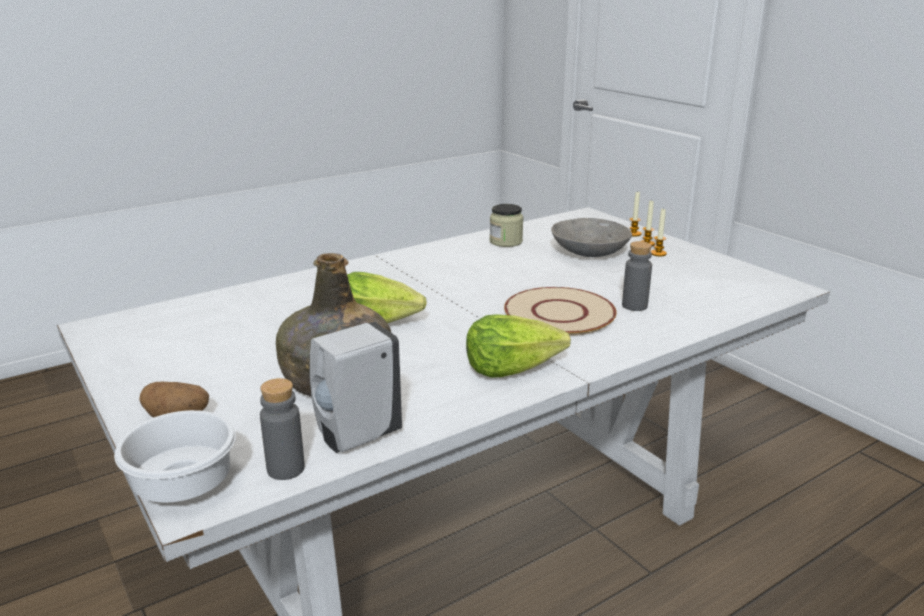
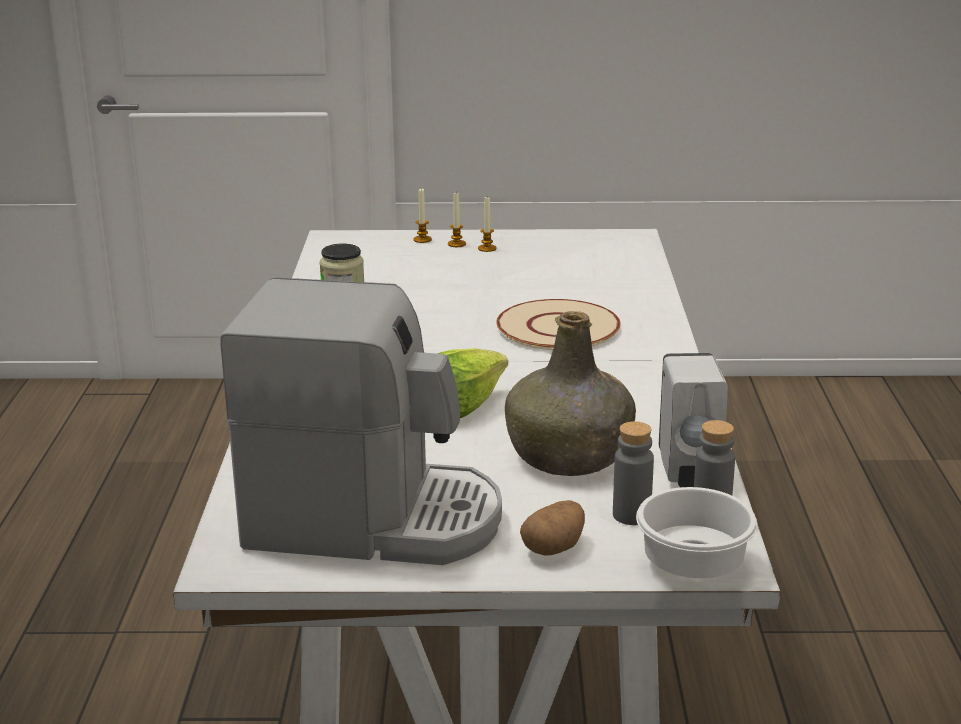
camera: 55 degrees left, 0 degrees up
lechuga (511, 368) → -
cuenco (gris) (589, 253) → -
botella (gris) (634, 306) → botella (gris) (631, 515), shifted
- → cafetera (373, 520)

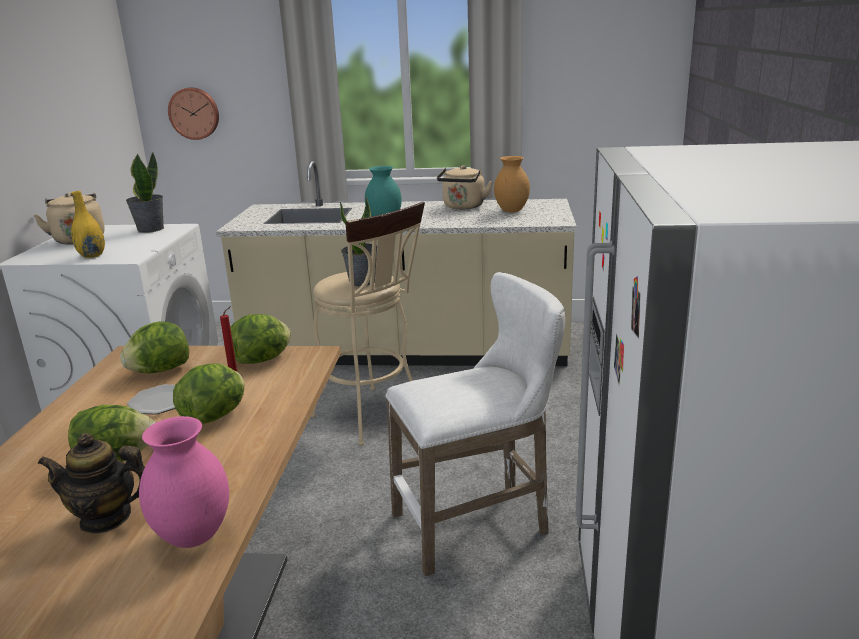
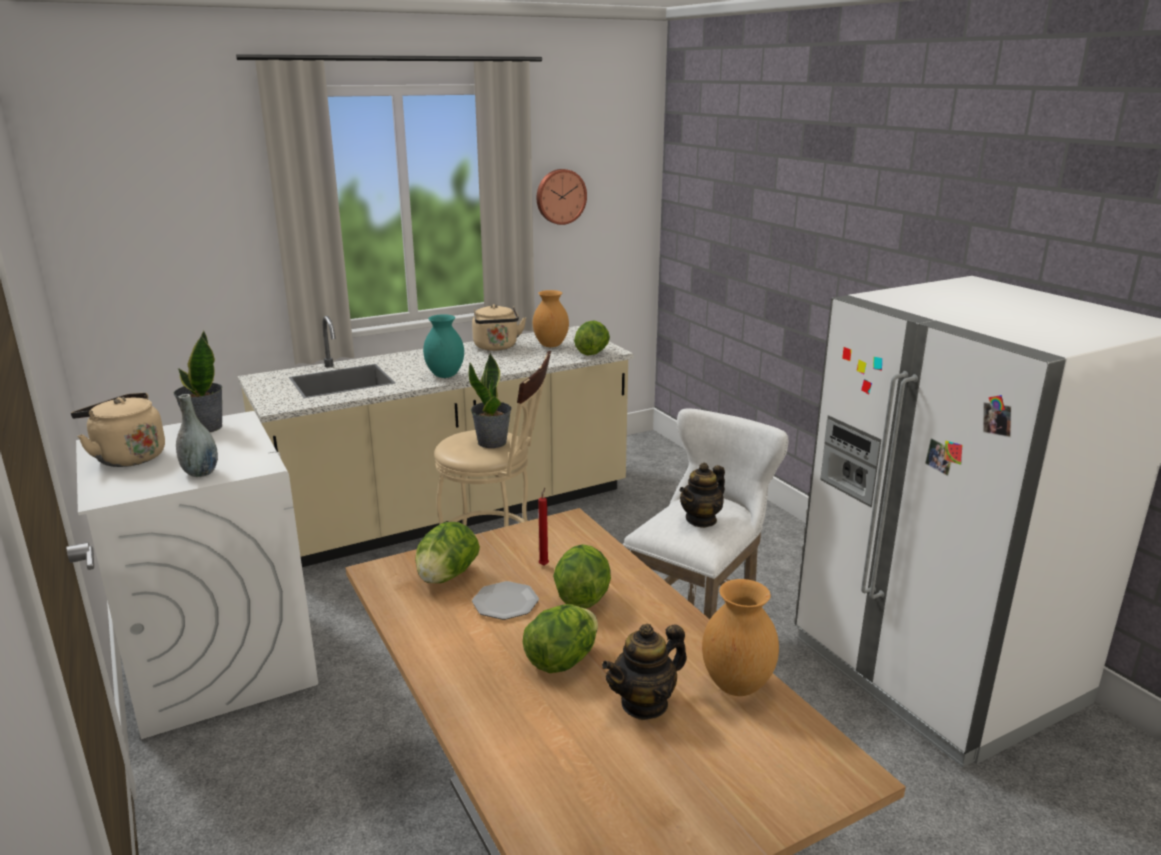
camera: 35 degrees left, 0 degrees up
florero (amarillo) (92, 255) → florero (gris) (200, 473)
florero (rosa) (195, 536) → florero (marrón) (737, 685)
reloj de pared (194, 113) → reloj de pared (560, 196), shifted
lechuga (262, 360) → lechuga (592, 353), shifted
- → tetera (701, 520)

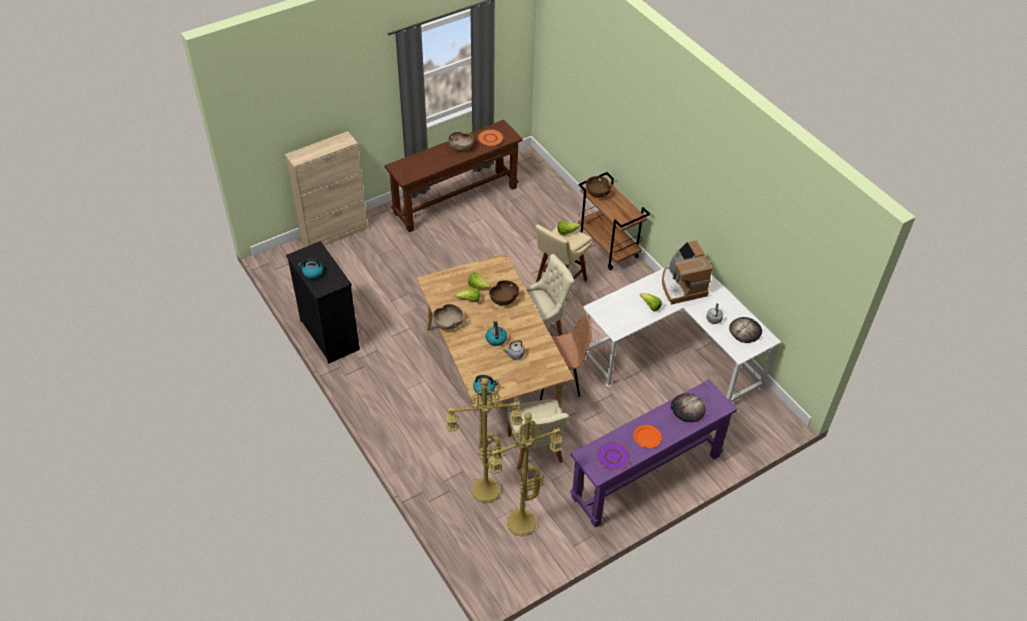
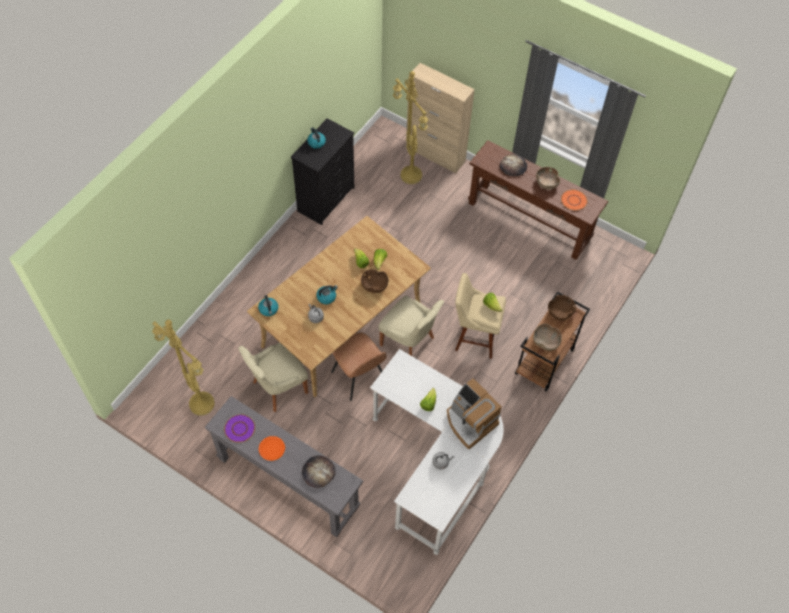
camera: 65 degrees right, 10 degrees up
cuenco (marrón) (448, 323) → cuenco (marrón) (546, 342), shifted
lámpara de pie (amarillo) (484, 492) → lámpara de pie (amarillo) (409, 175), shifted
mesa consola (morado) (646, 476) → mesa consola (gris) (288, 482)
cafetera (682, 286) → cafetera (470, 422), 90 degrees counterclockwise
pan (745, 331) → pan (513, 167), shifted

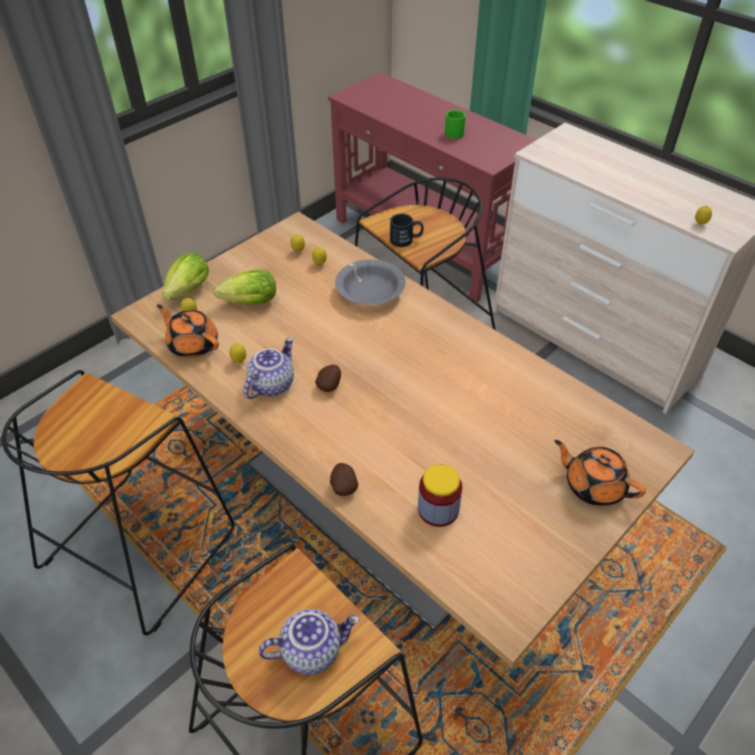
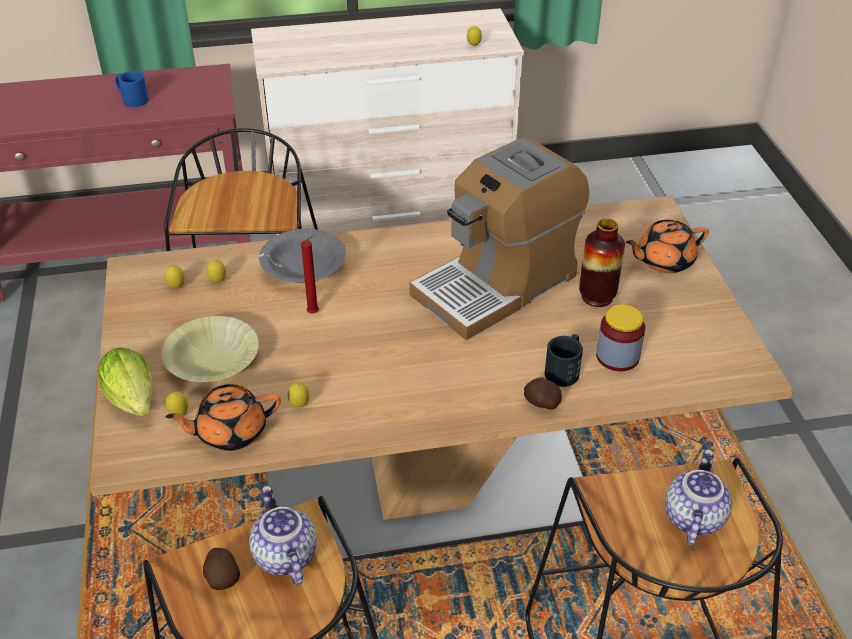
camera: 55 degrees left, 5 degrees down
lechuga (247, 303) → cuenco (amarillo) (213, 361)
tetera (271, 384) → tetera (283, 556), shifted
patata (330, 385) → patata (222, 577), shifted
taza grande (negro) (406, 240) → taza grande (negro) (564, 369), shifted
taza grande (verde) (453, 131) → taza grande (azul) (132, 99)
- → vela (rojo) (315, 313)
- → cafetera (497, 284)
- → florero (597, 297)

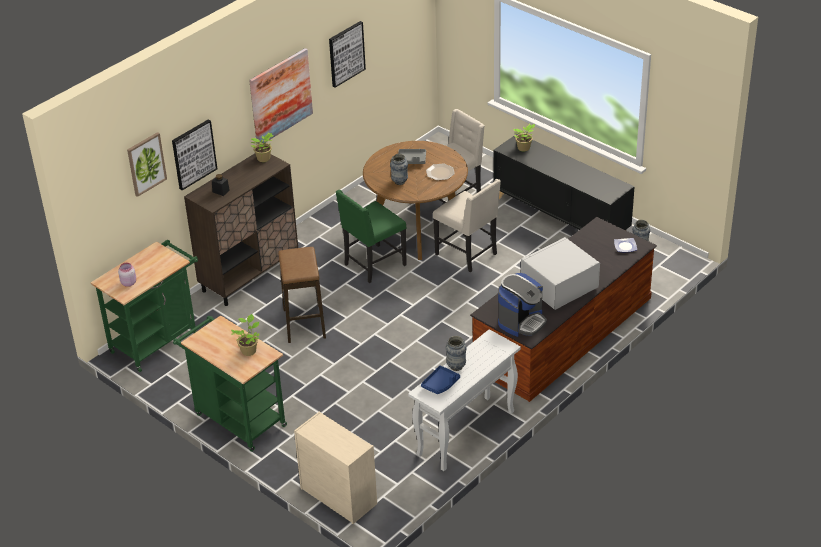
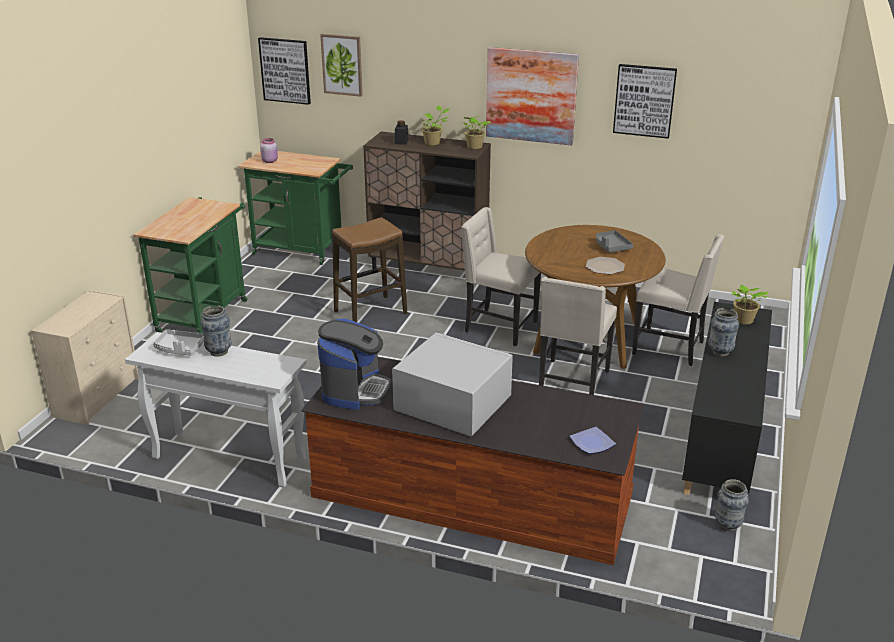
camera: 65 degrees right, 10 degrees down
cuadro (193, 154) → cuadro (285, 70), shifted
planta en maceta (249, 350) → planta en maceta (433, 143), shifted
silla (verde) (373, 265) → silla (beis) (499, 327)
florero (399, 182) → florero (720, 352), shifted
bandeja (azul) (440, 384) → bandeja (gris) (180, 348)
cafetera (521, 321) → cafetera (355, 390), 90 degrees counterclockwise

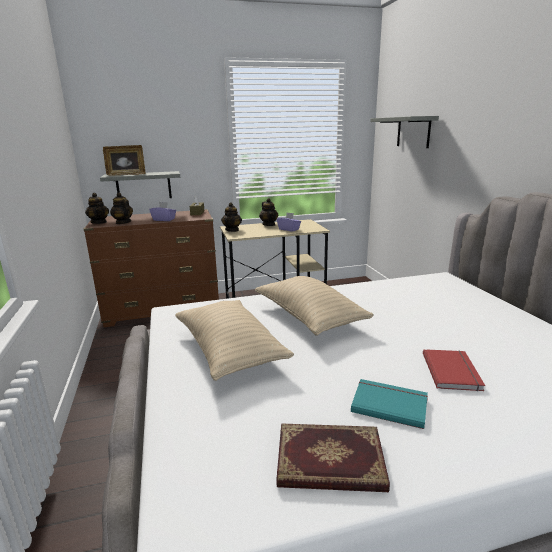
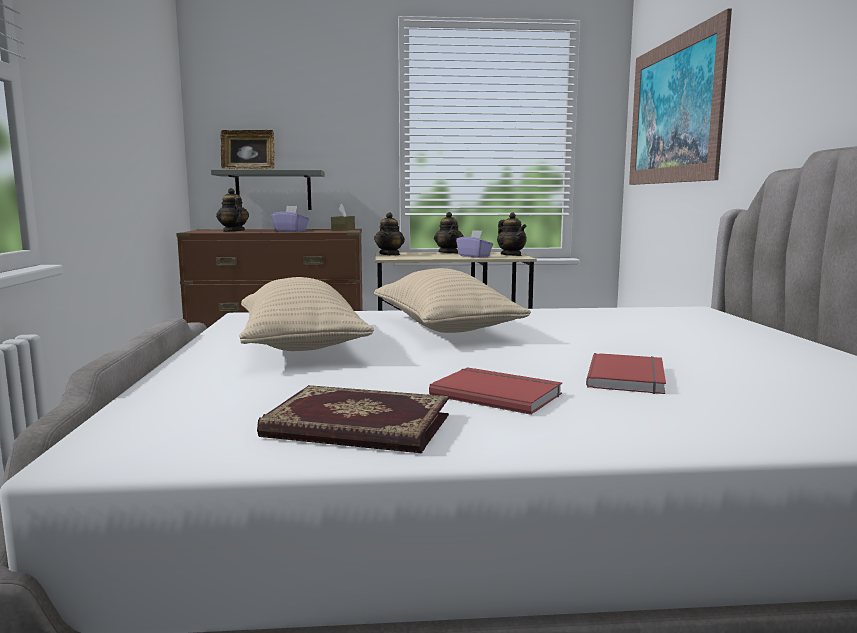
camera: 10 degrees right, 10 degrees down
tetera (99, 222) → tetera (511, 255), shifted
libro (turquesa) (389, 404) → libro (rojo) (497, 394)
estante (gris) (413, 132) → cuadro (673, 111)

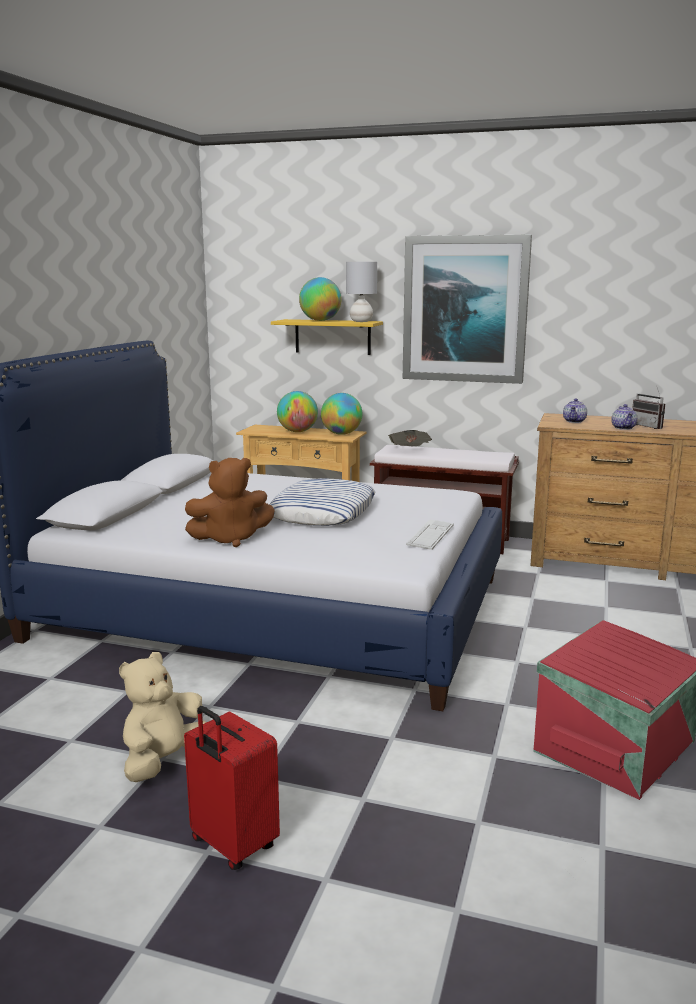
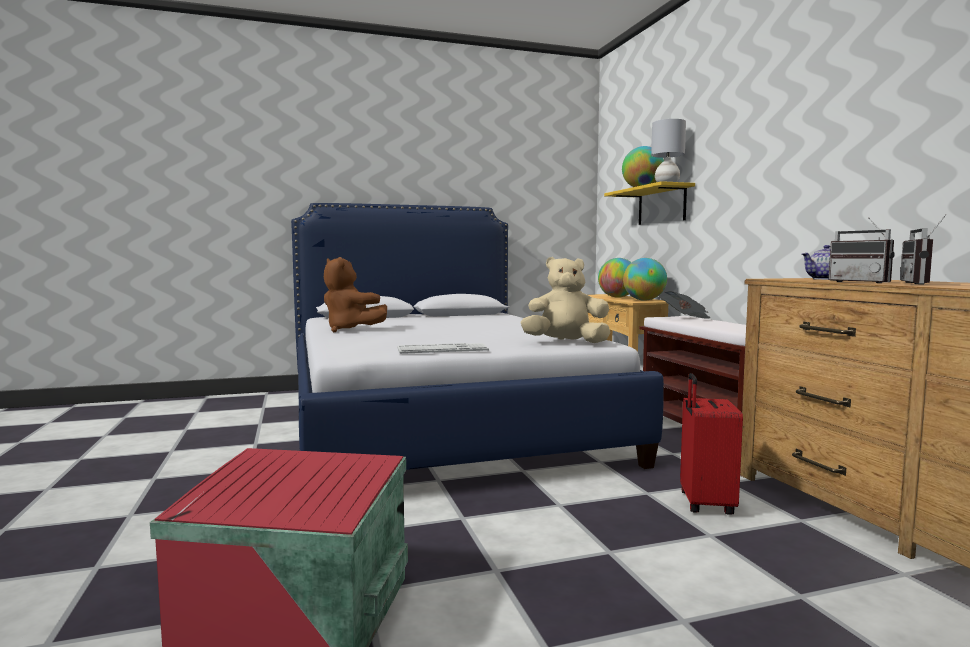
camera: 55 degrees right, 10 degrees down
peluche (beis) (164, 762) → peluche (beis) (566, 343), shifted
maleta (rojo) (232, 845) → maleta (rojo) (704, 504), shifted
cojín (322, 512) → -
cuadro (465, 309) → -
tetera (624, 428) → radio (863, 282)

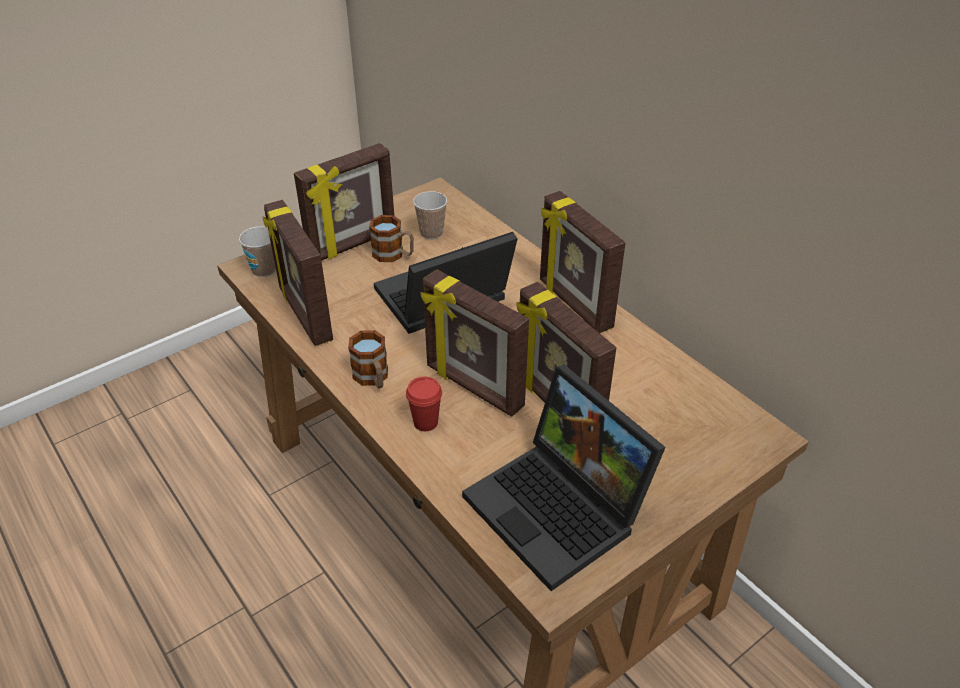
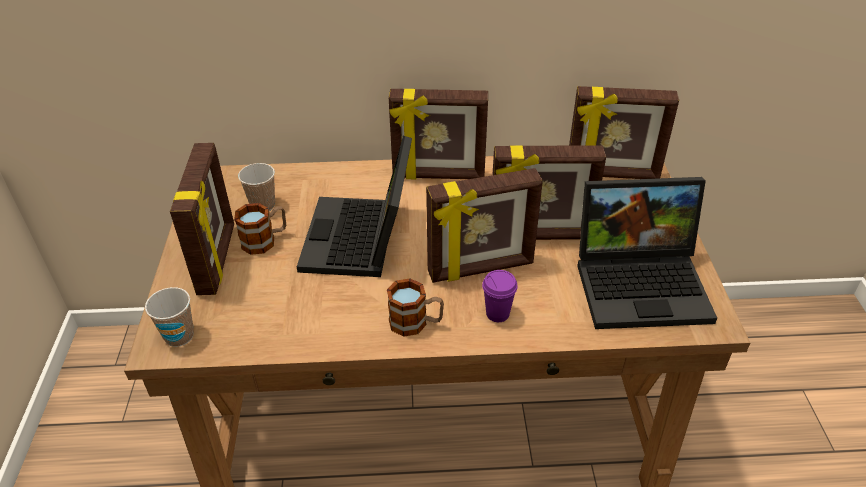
camera: 55 degrees left, 0 degrees up
portarretratos (304, 315) → portarretratos (612, 175), shifted
taza (rojo) (425, 422) → taza (morado) (497, 314)

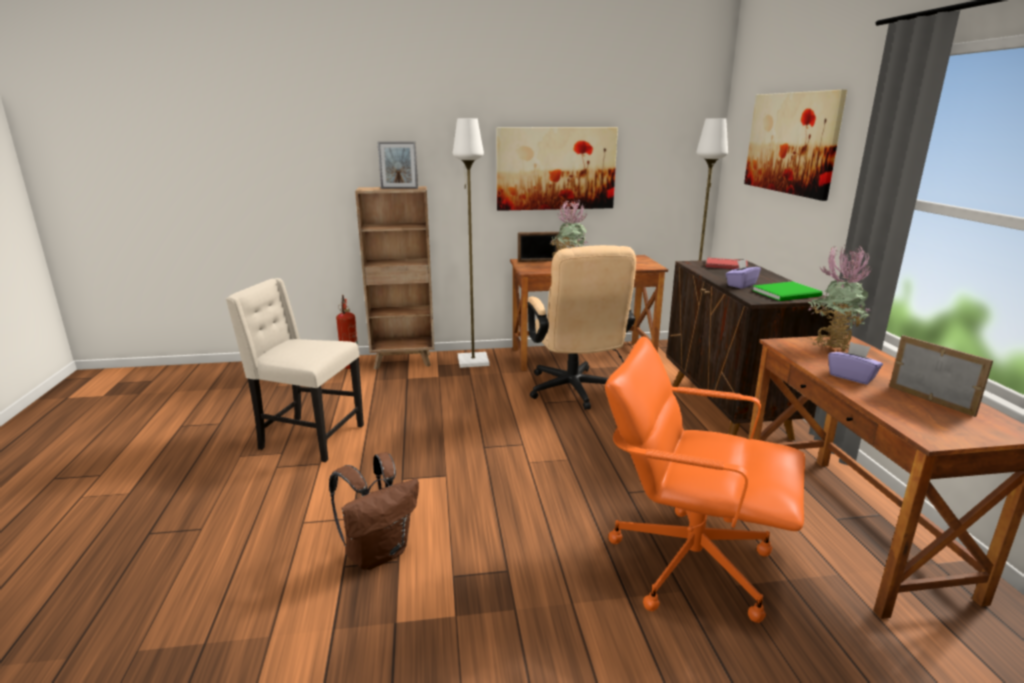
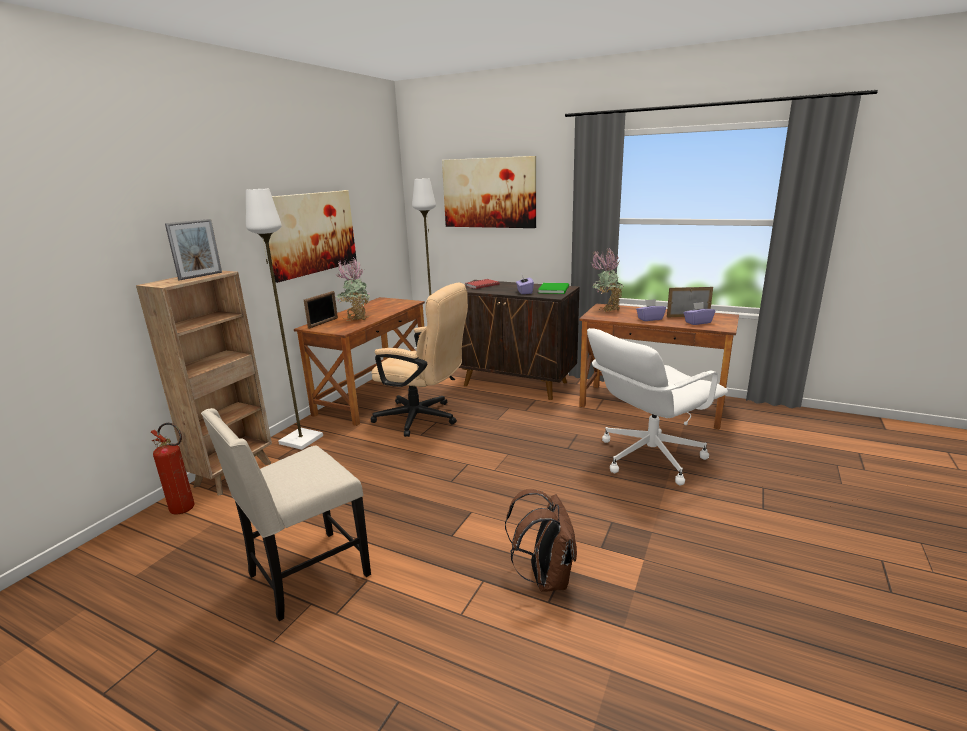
camera: 55 degrees left, 0 degrees up
silla de oficina (naranja) (689, 562) → silla de oficina (blanco) (648, 457)
- → caja de pañuelos (morado) (697, 322)

